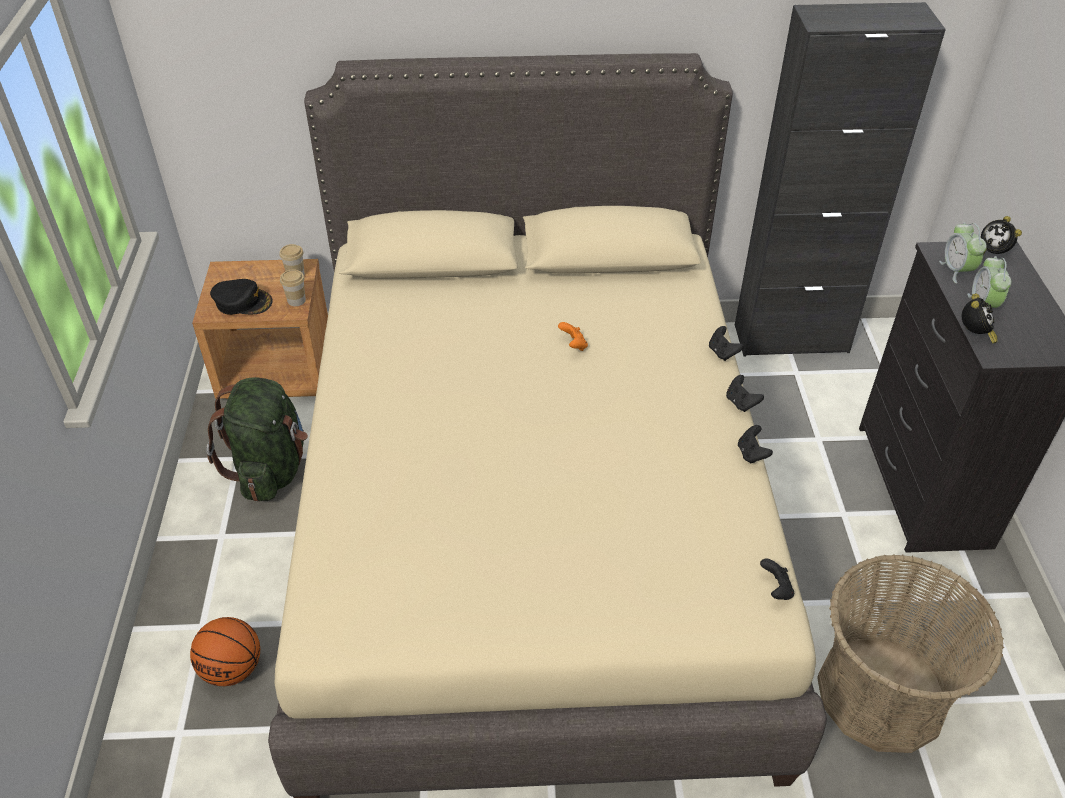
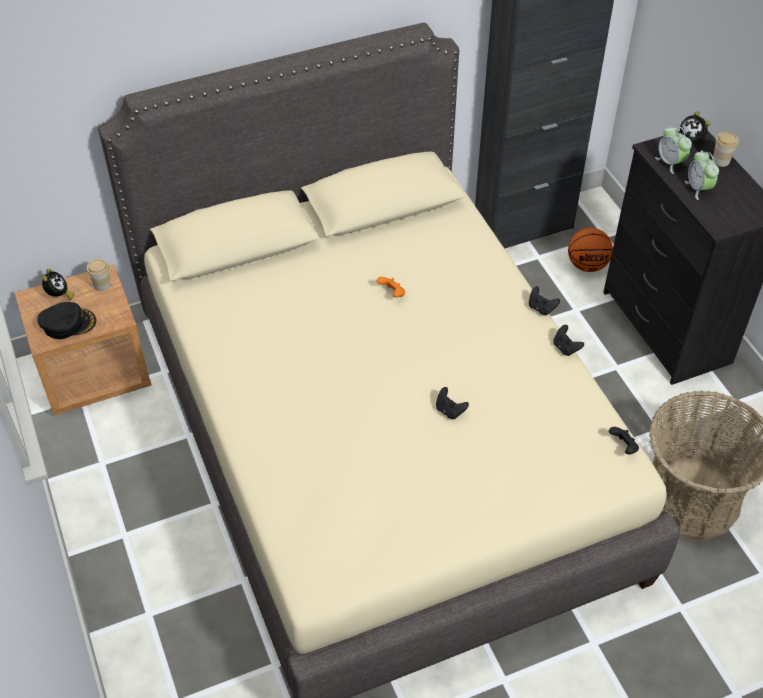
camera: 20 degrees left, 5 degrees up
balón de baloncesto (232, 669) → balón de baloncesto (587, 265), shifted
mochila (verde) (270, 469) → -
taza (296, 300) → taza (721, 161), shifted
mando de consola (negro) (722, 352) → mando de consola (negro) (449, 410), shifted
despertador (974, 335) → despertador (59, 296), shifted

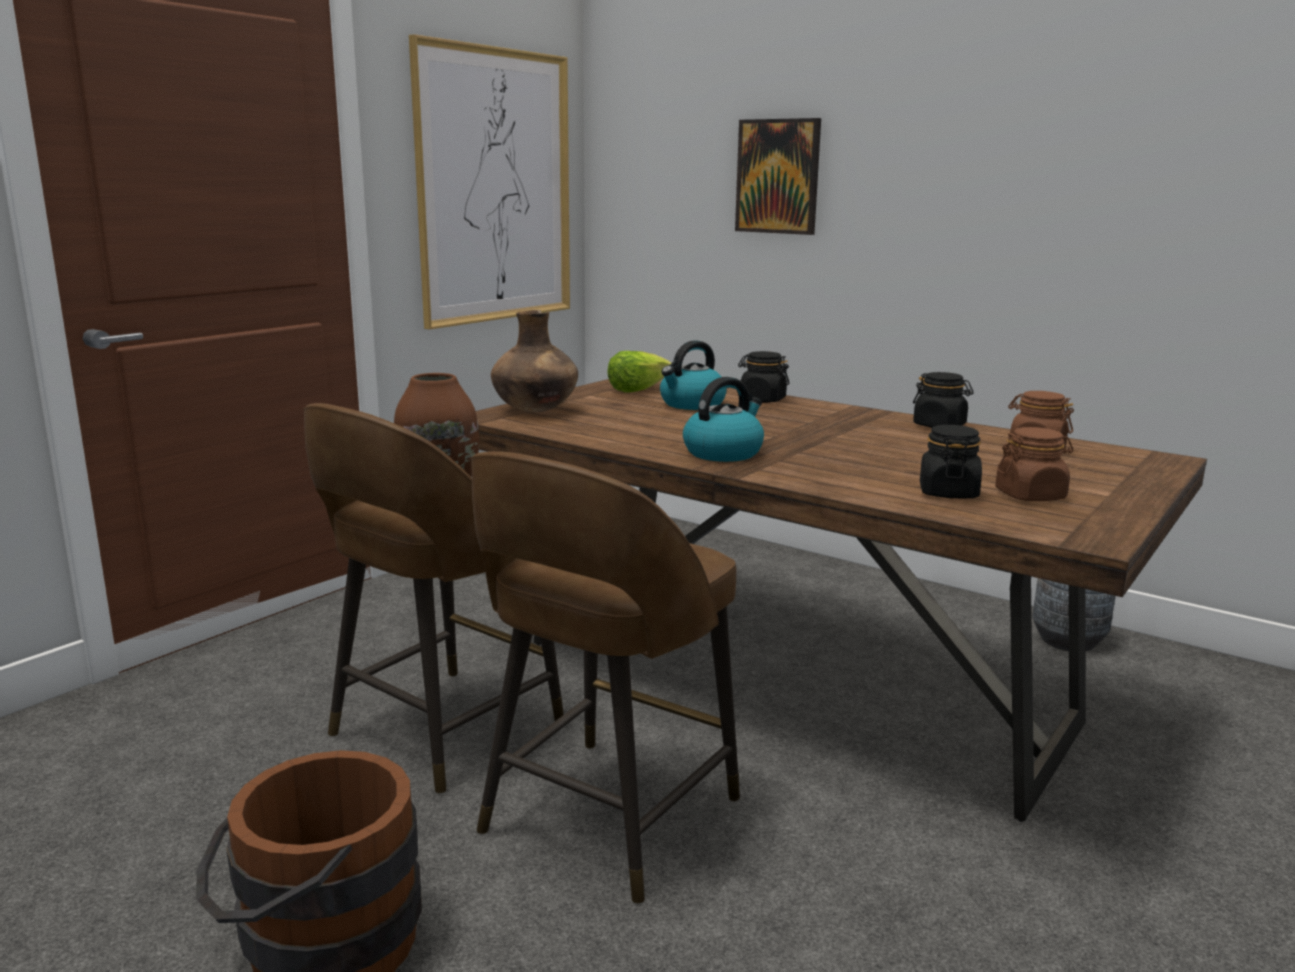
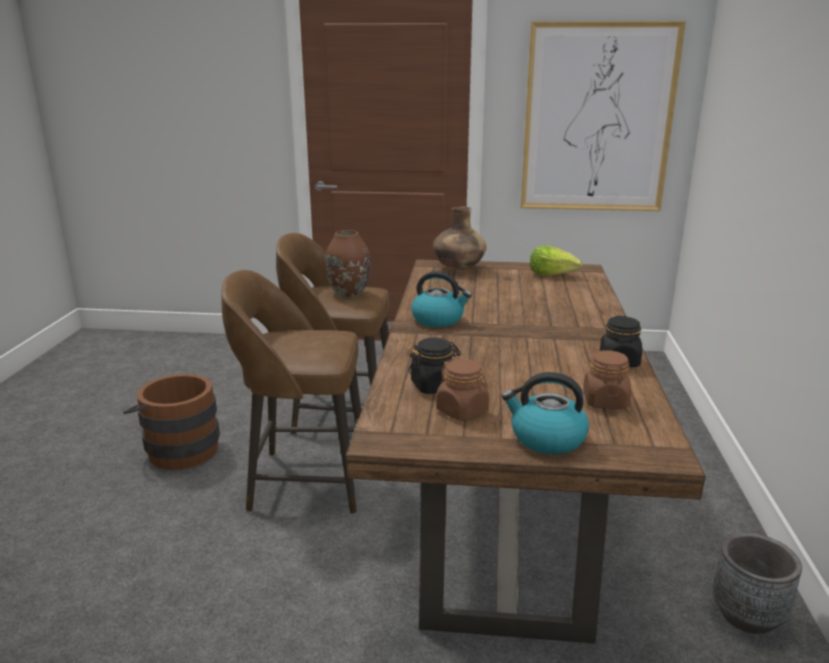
camera: 60 degrees right, 5 degrees up
hervidor (692, 404) → hervidor (546, 438), shifted
cuadro (778, 176) → -
tarro (negro) (762, 400) → -

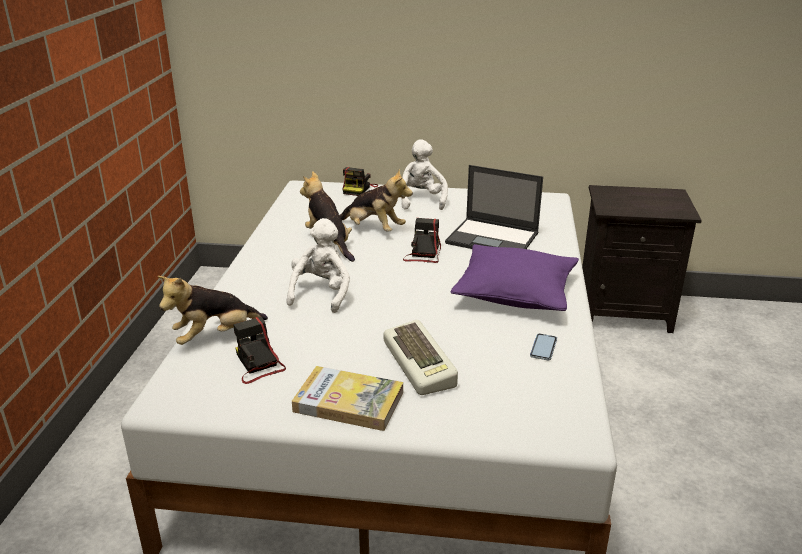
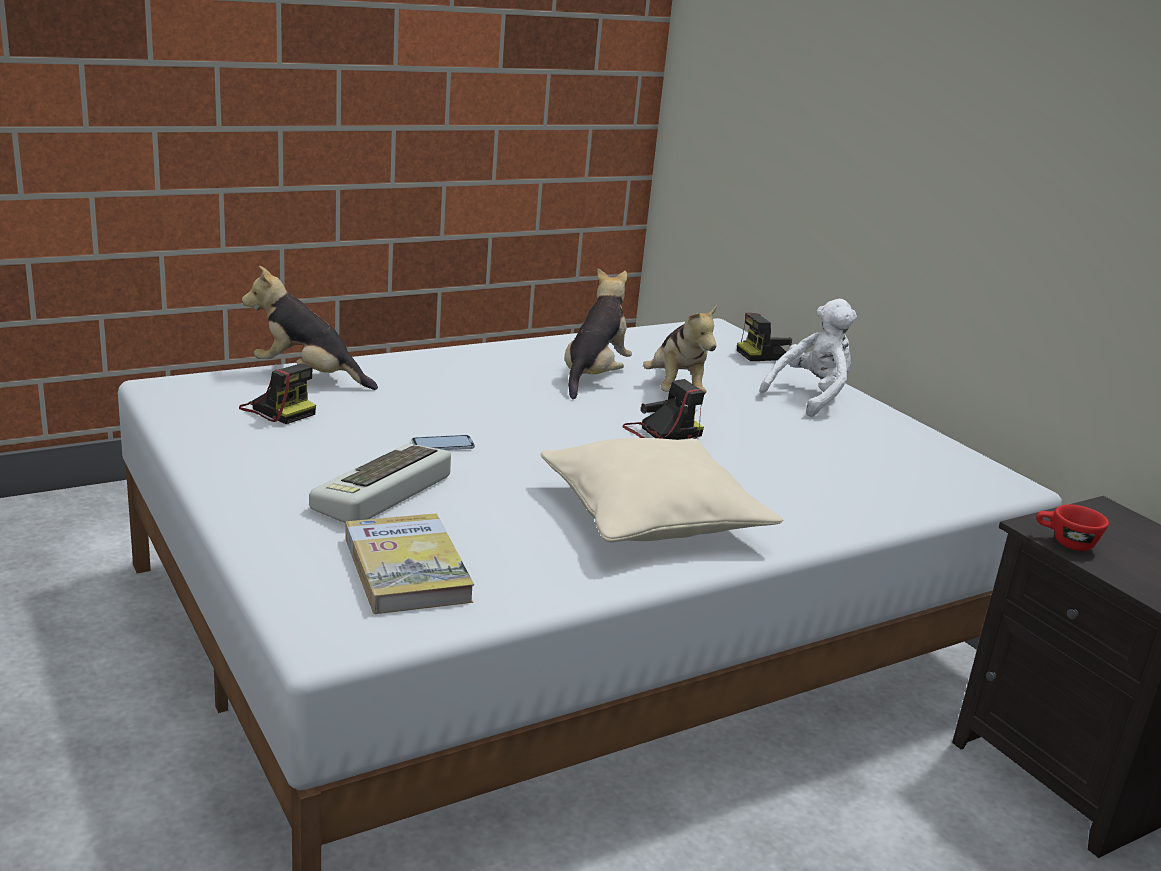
camera: 50 degrees right, 5 degrees down
cámara (258, 364) → cámara (278, 409), 105 degrees clockwise
peluche (blanco) (321, 293) → -
libro (348, 402) → libro (406, 569), shifted
portátil (493, 238) → -
cojín (morado) (515, 293) → cojín (beis) (652, 517)
móvil (543, 348) → móvil (443, 445), shifted
- → taza (rojo) (1065, 542)

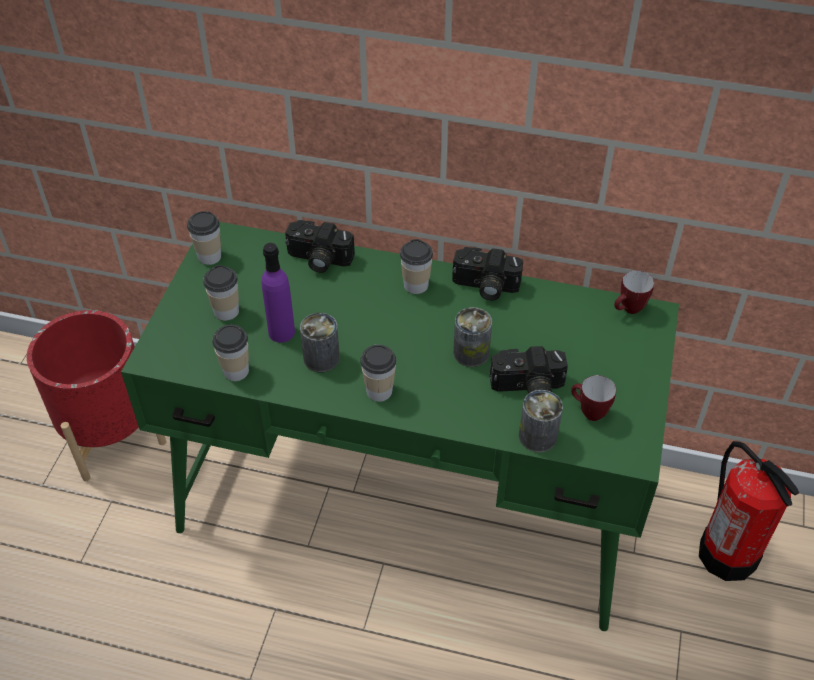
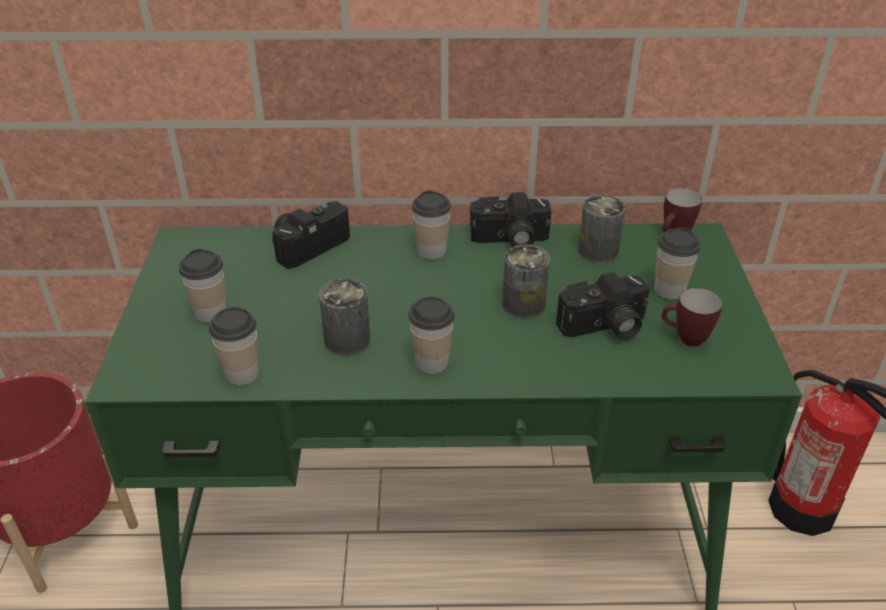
camera: 15 degrees left, 10 degrees down
taza (209, 256) → taza (669, 290), shifted
botella (morado) (281, 332) → -
cámara (318, 259) → cámara (308, 244), 135 degrees clockwise
lata (537, 436) → lata (598, 251), shifted

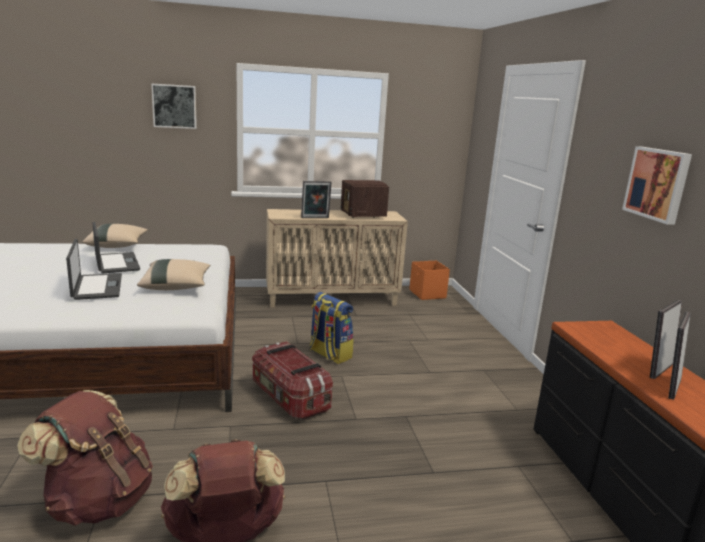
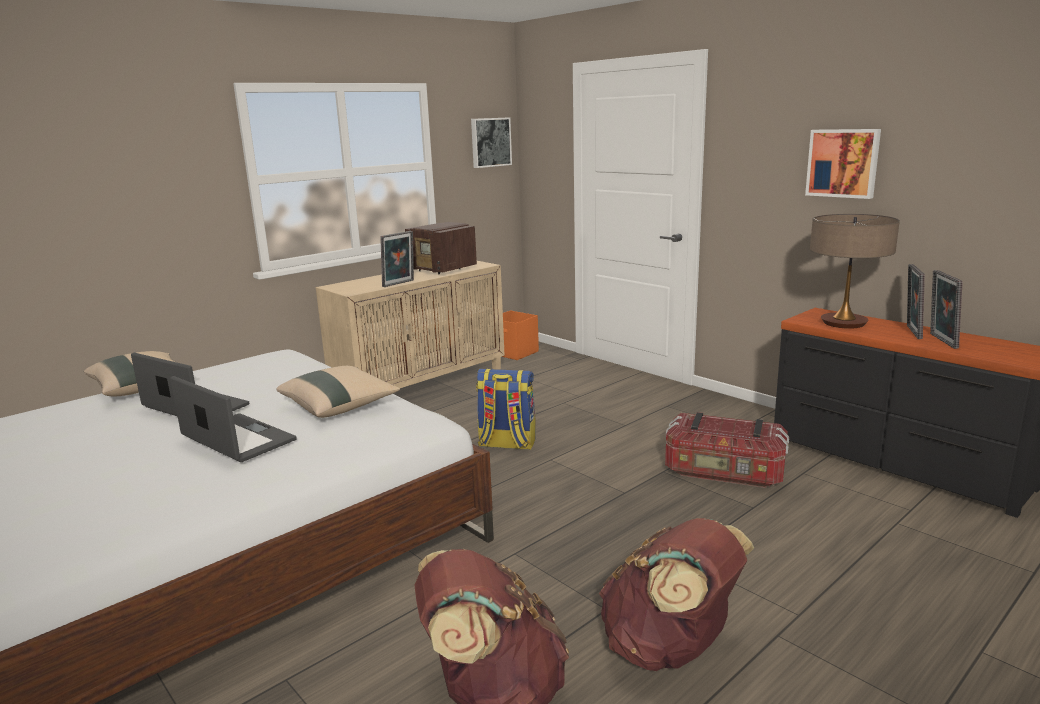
camera: 30 degrees left, 0 degrees up
cuadro (174, 106) → cuadro (490, 142), shifted
caja de almacenaje (289, 398) → caja de almacenaje (724, 473), shifted
- → lámpara de mesa (844, 323)

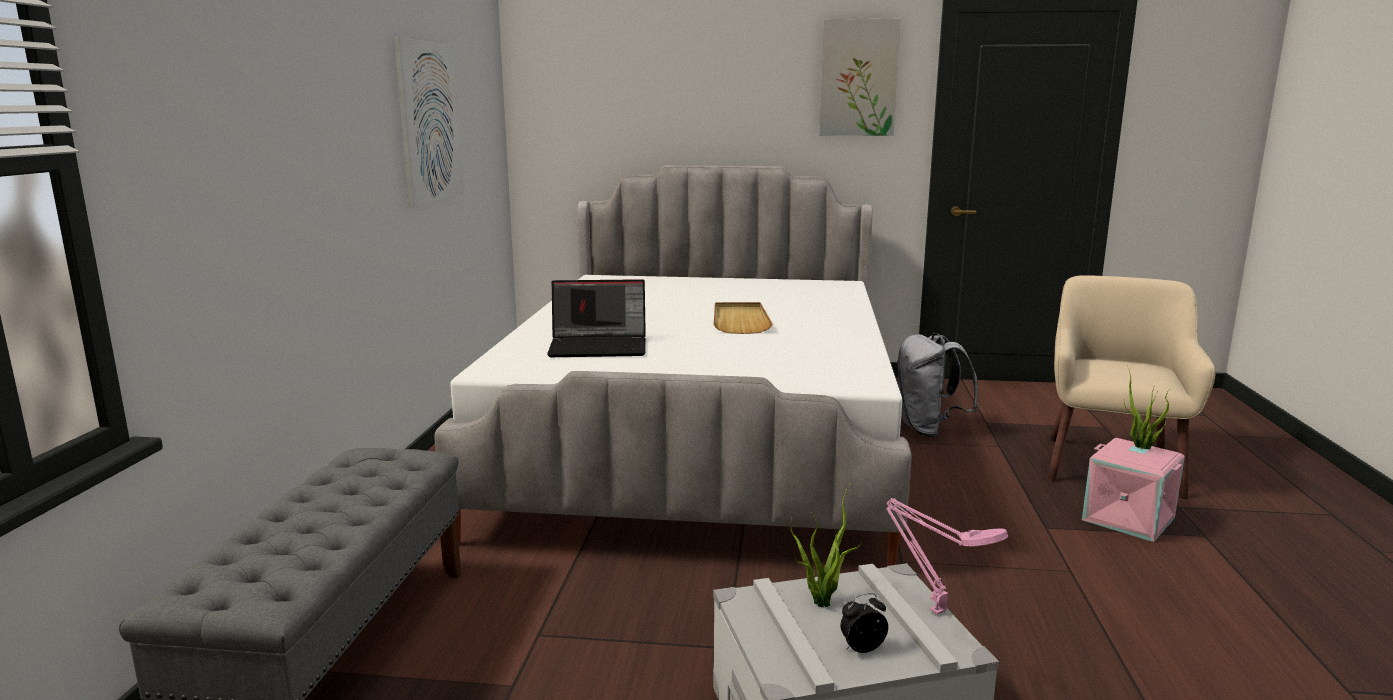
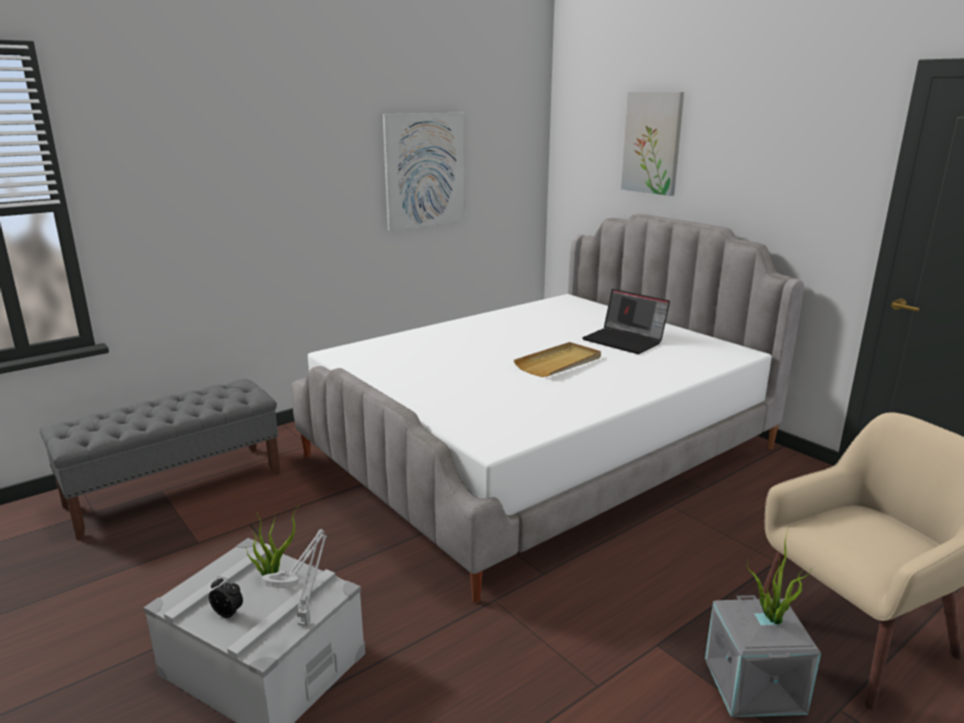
camera: 45 degrees right, 5 degrees up
portátil (600, 346) → portátil (625, 341), shifted
cuadro (858, 78) → cuadro (652, 143), shifted
lámpara de mesa (rosa) (934, 609) → lámpara de mesa (gris) (306, 621)
mochila (gris) (928, 429) → -
caja de almacenaje (rosa) (1129, 518) → caja de almacenaje (gris) (755, 686)

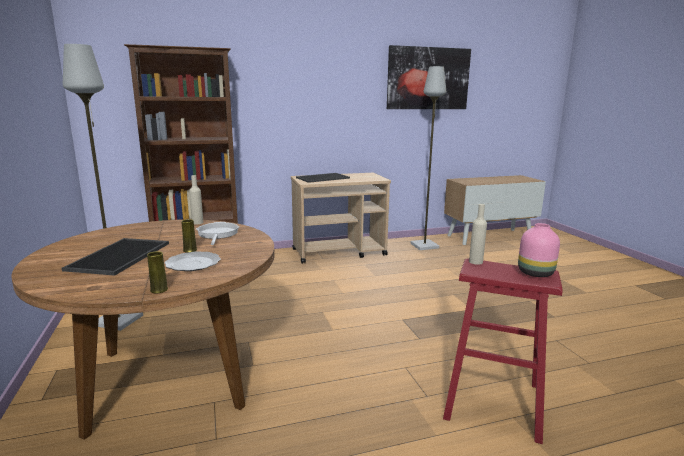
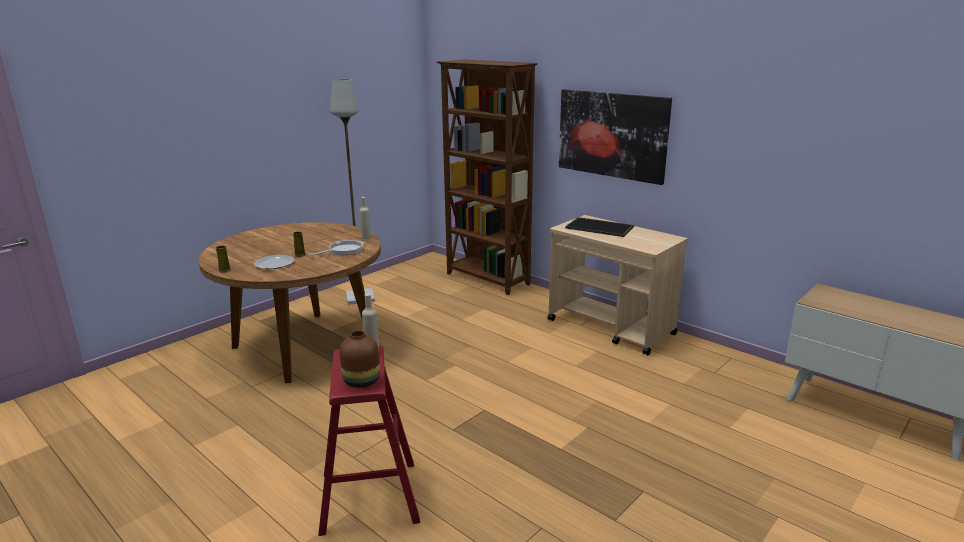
camera: 60 degrees right, 5 degrees up
bandeja (120, 256) → -
cuadro (428, 78) → cuadro (612, 135), shifted
lámpara de pie (gris) (425, 246) → -
florero (rosa) (534, 273) → florero (marrón) (362, 380)

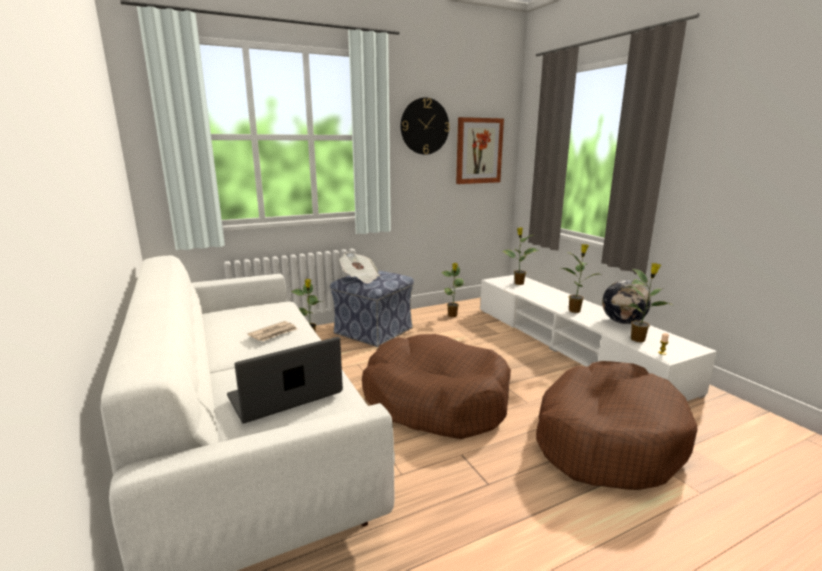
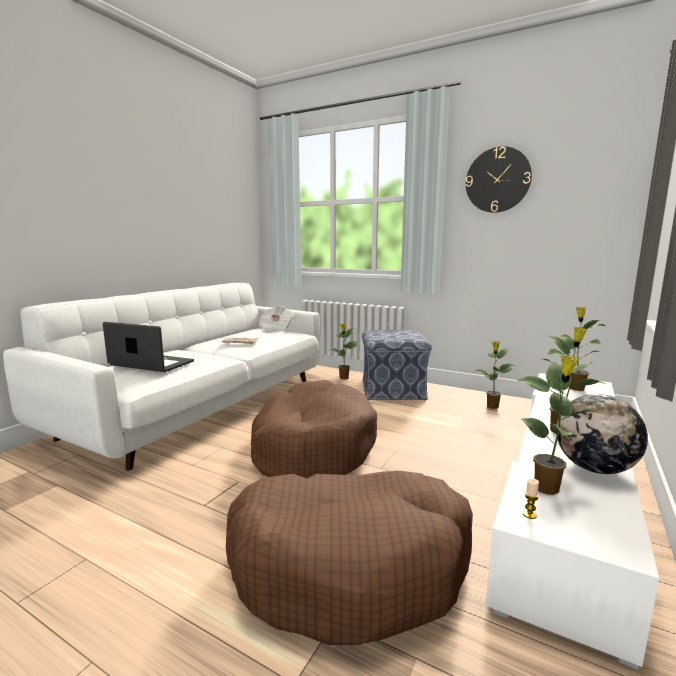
camera: 55 degrees right, 5 degrees down
periódico (360, 278) → periódico (275, 330), shifted
cuadro (479, 151) → -

